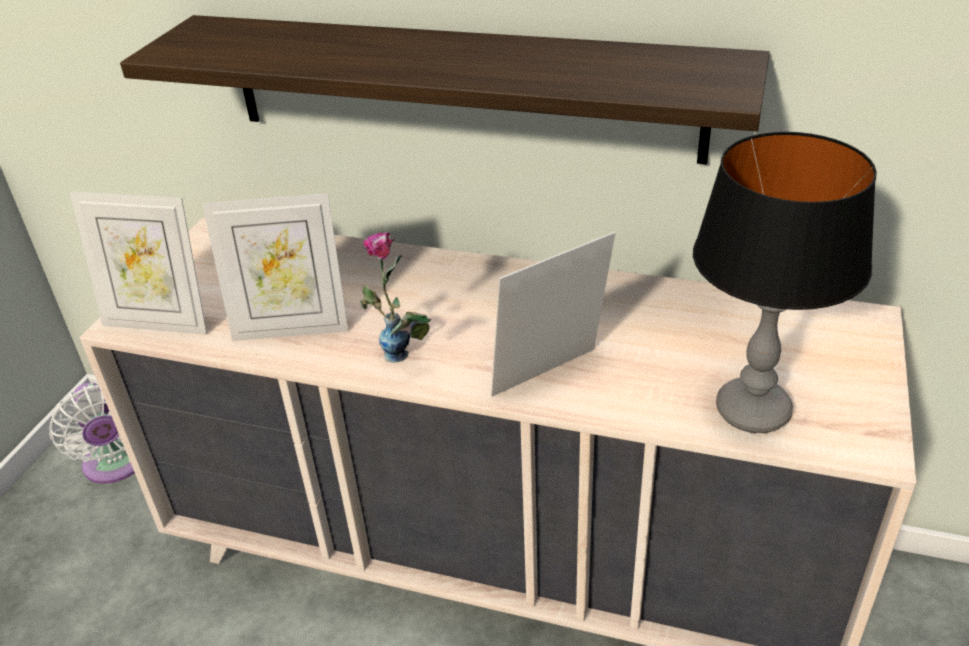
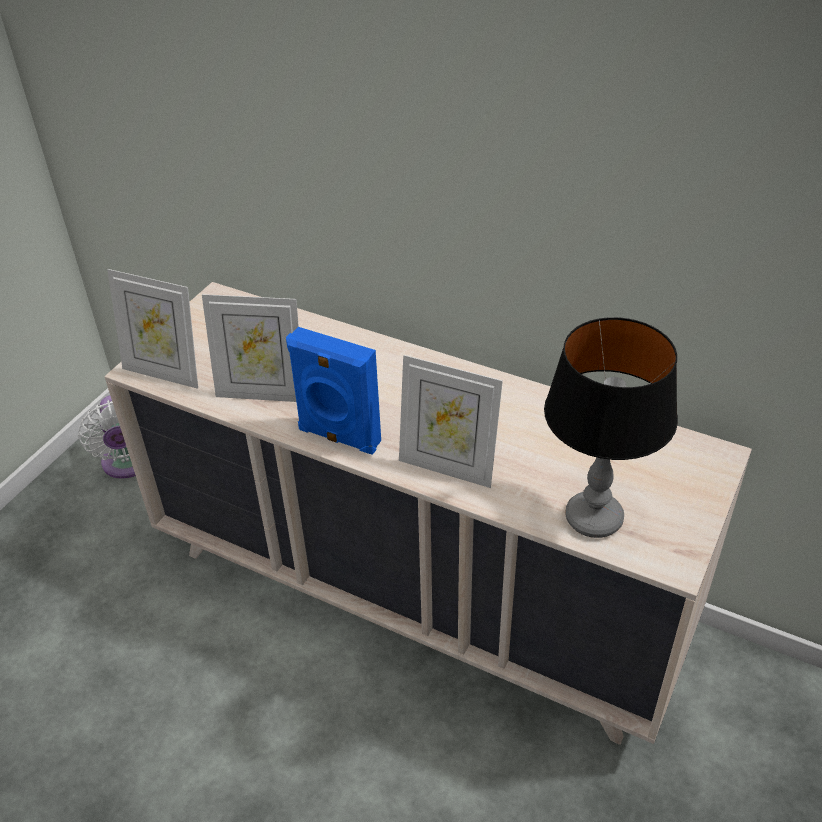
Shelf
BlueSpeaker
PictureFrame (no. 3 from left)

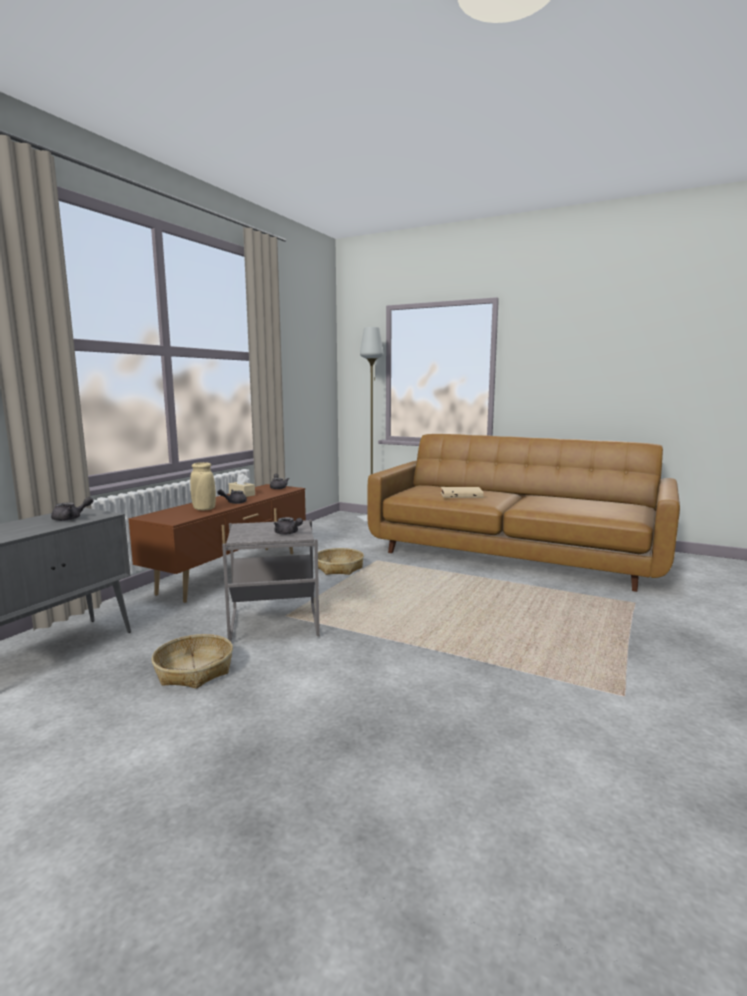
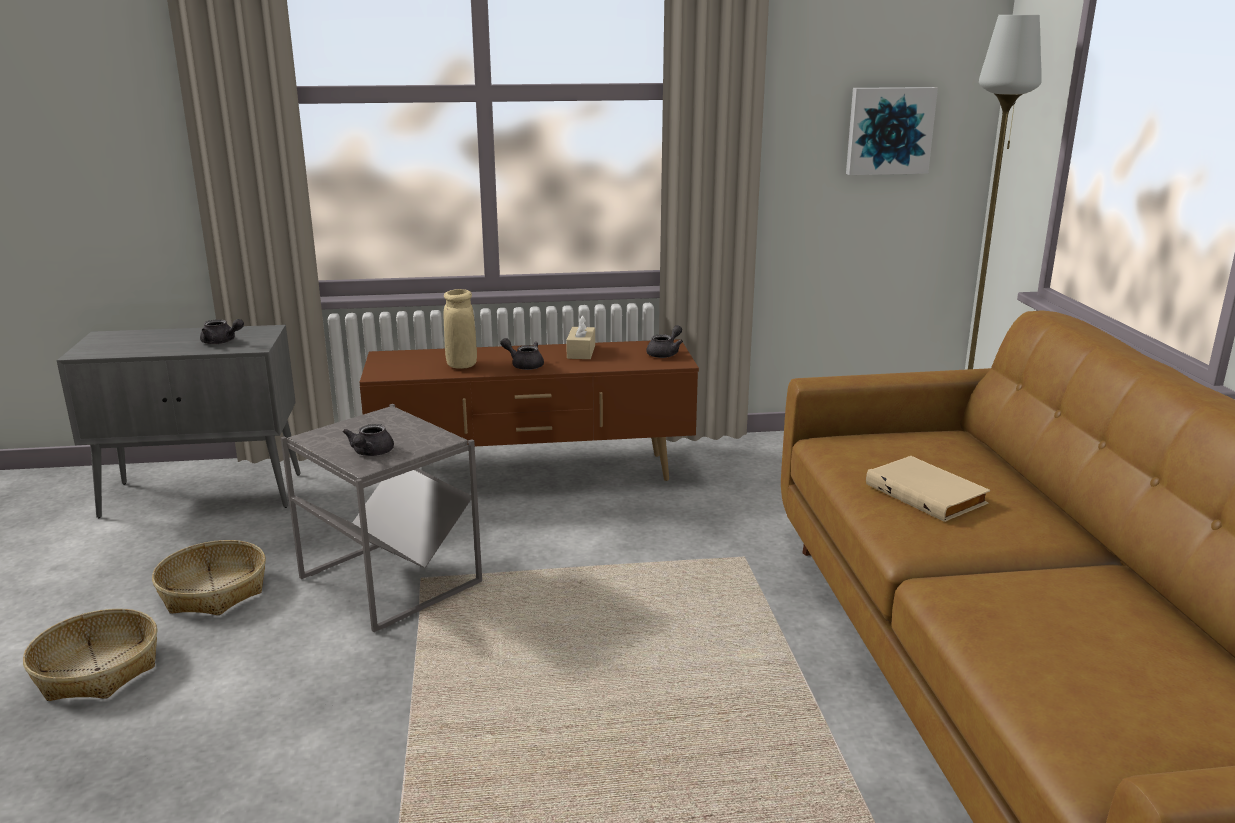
Basket (no. 1 from left)
Picture

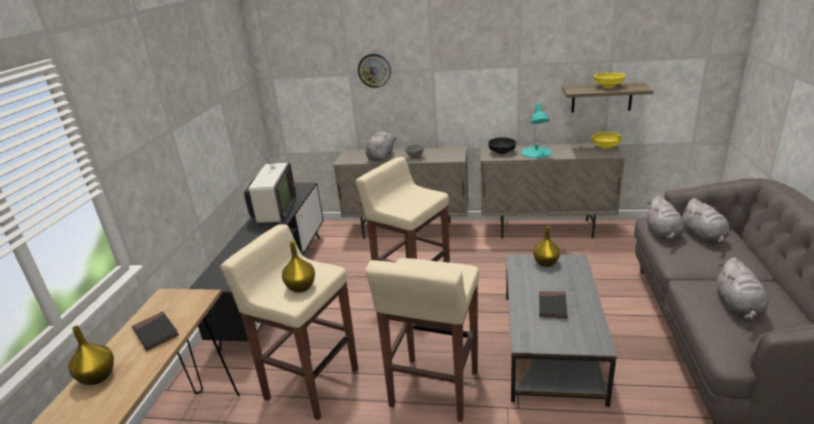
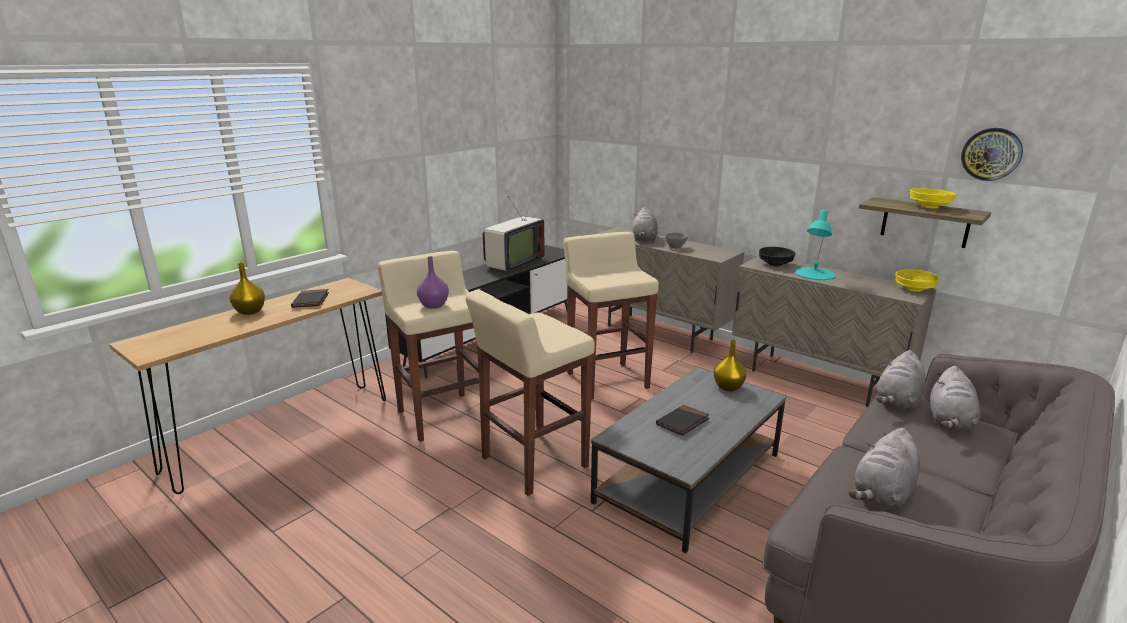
PurpleVase
WallClock
GreyPlushToy (no. 1 from left)

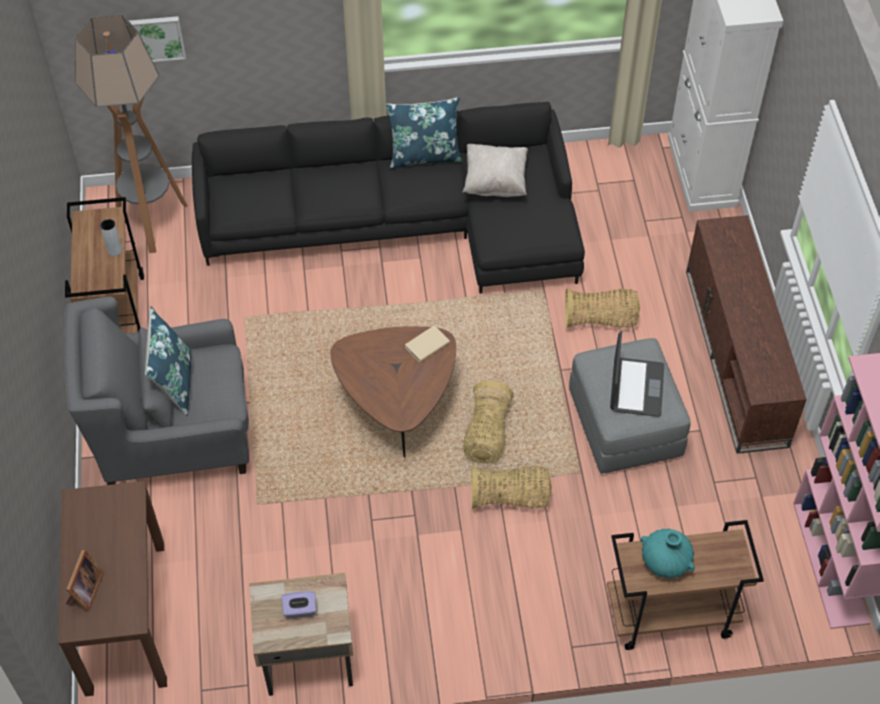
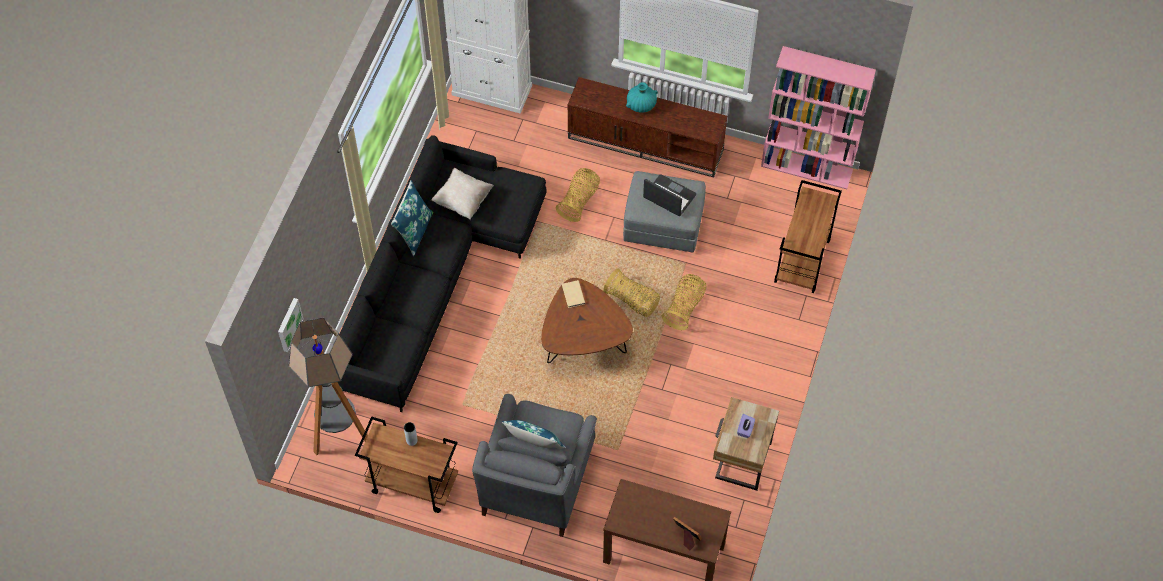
TurquoiseVase

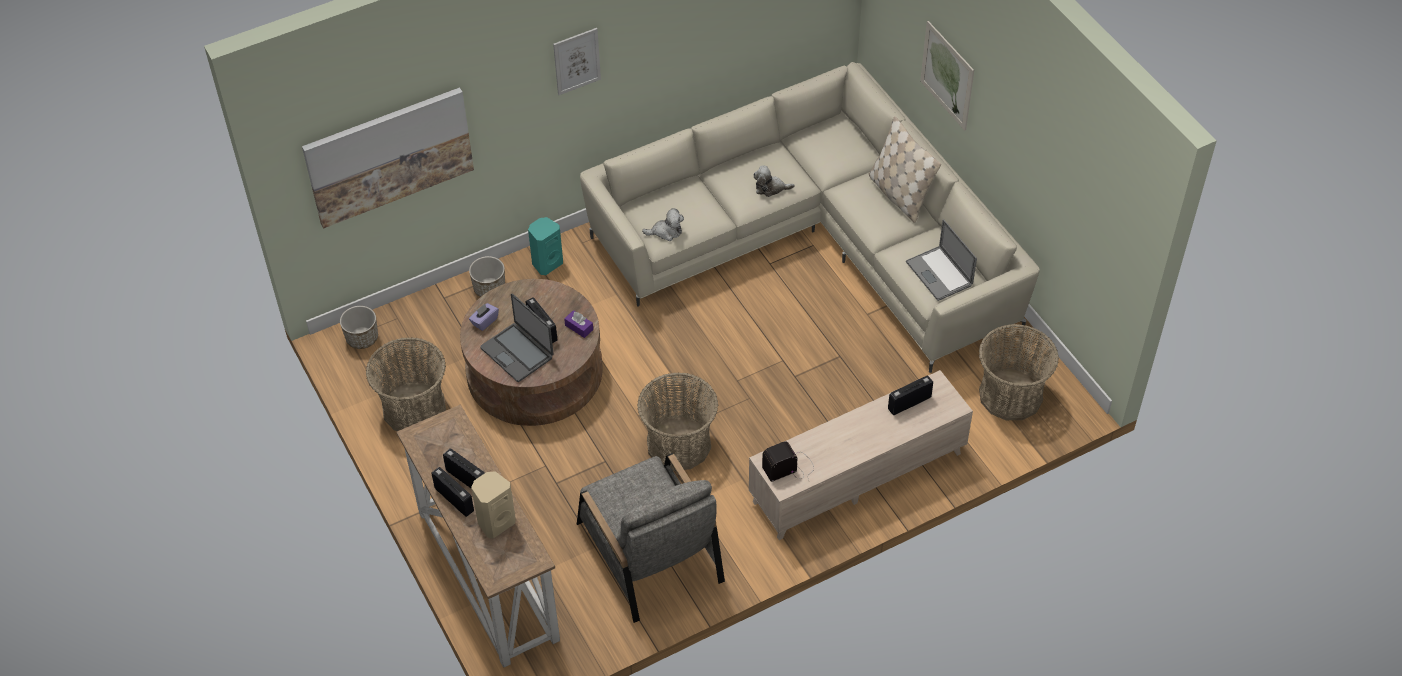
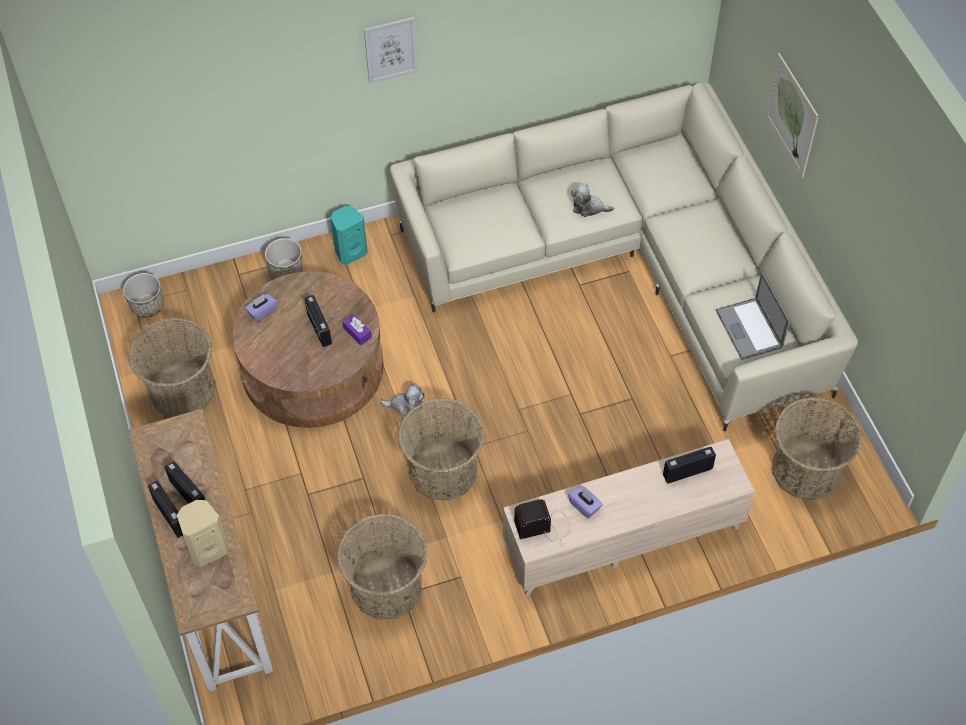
Picture (no. 1 from left in the first image)
Laptop (no. 1 from left in the first image)
Basket (no. 2 from left)
PlushToy (no. 1 from left)
BeigePillow
PurpleTissueBox (no. 3 from left)

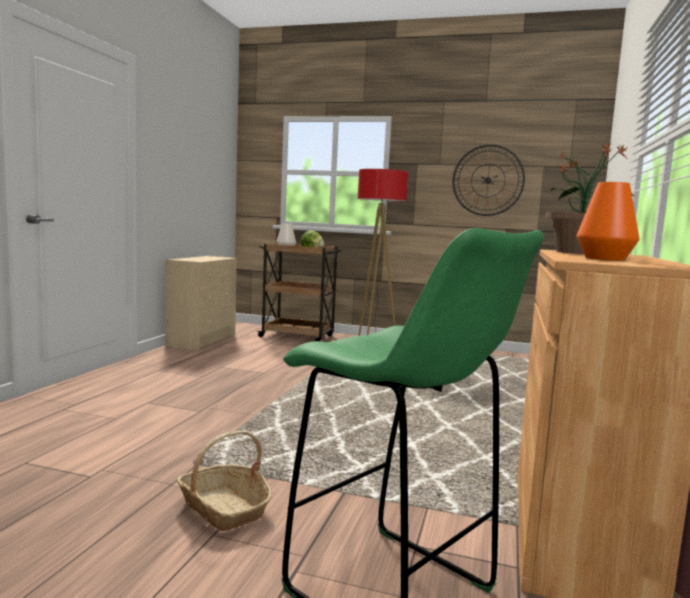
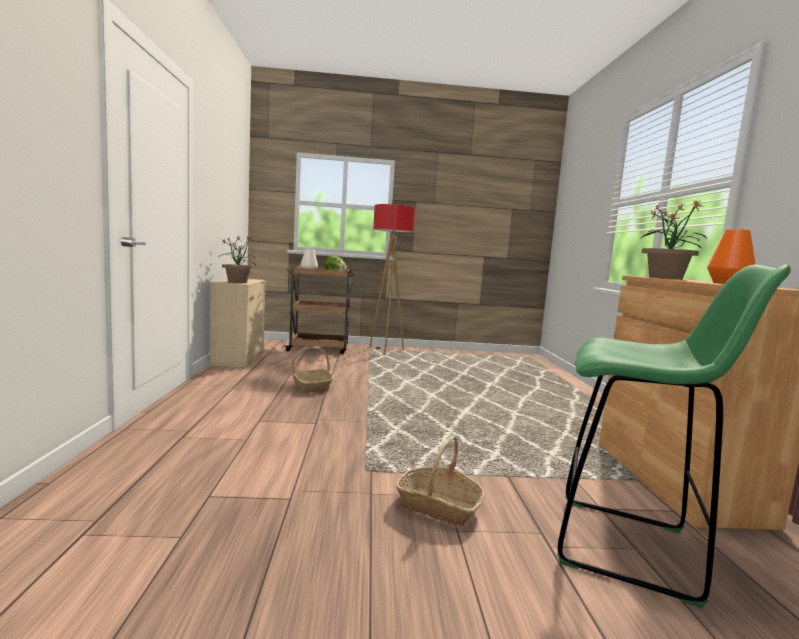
WallClock
PottedPlant (no. 1 from left)
Basket (no. 1 from left)

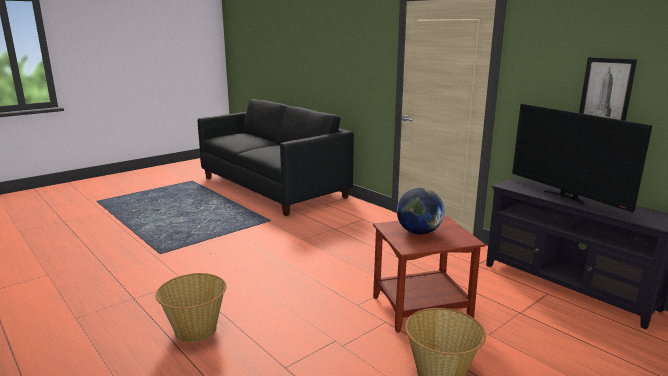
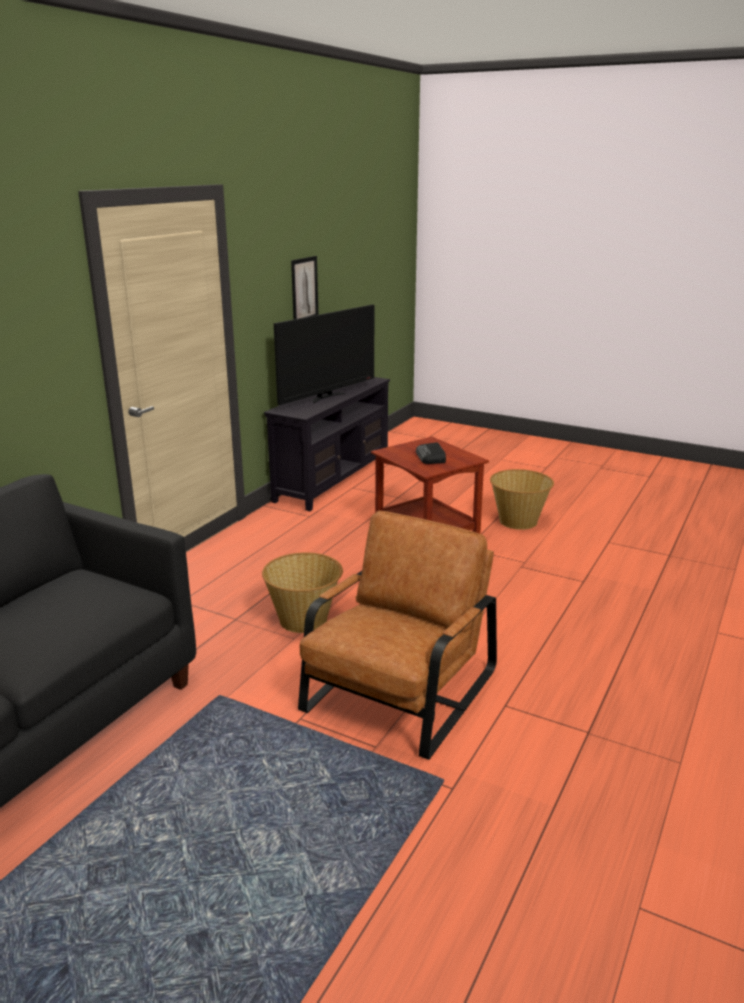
Basket (no. 1 from left)
Radio
BrownArmchair

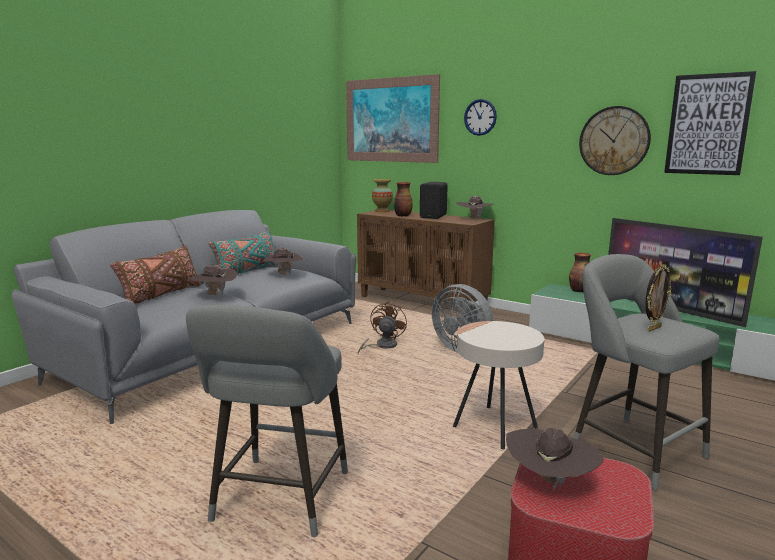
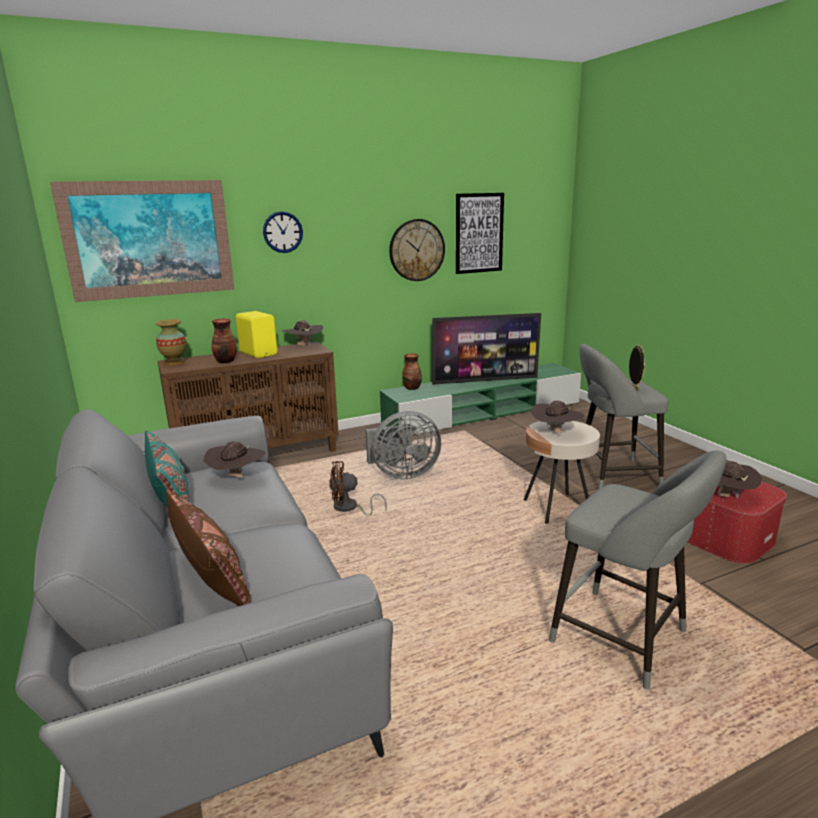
BrownHat (no. 3 from left)
BrownFan
YellowSpeaker

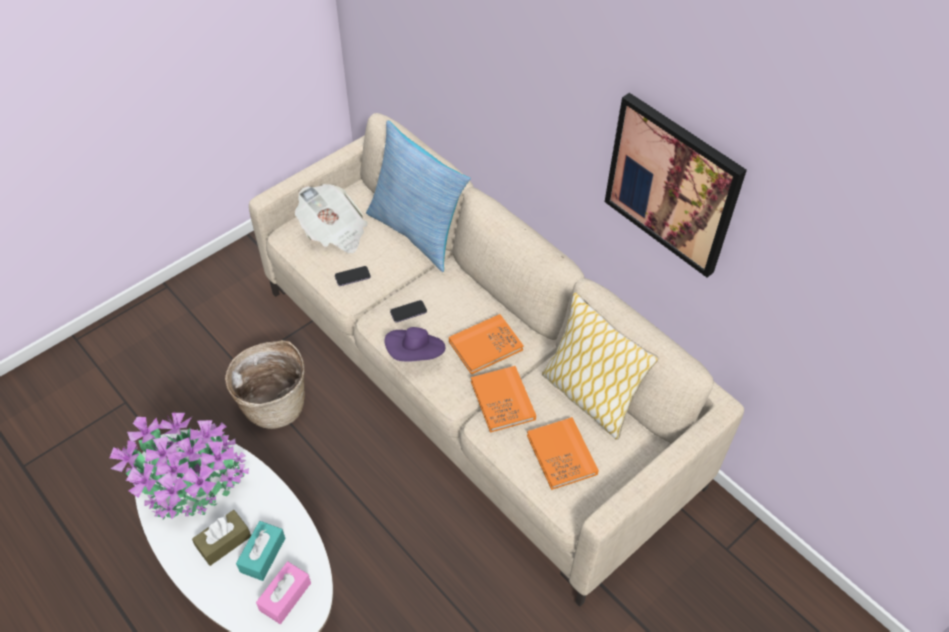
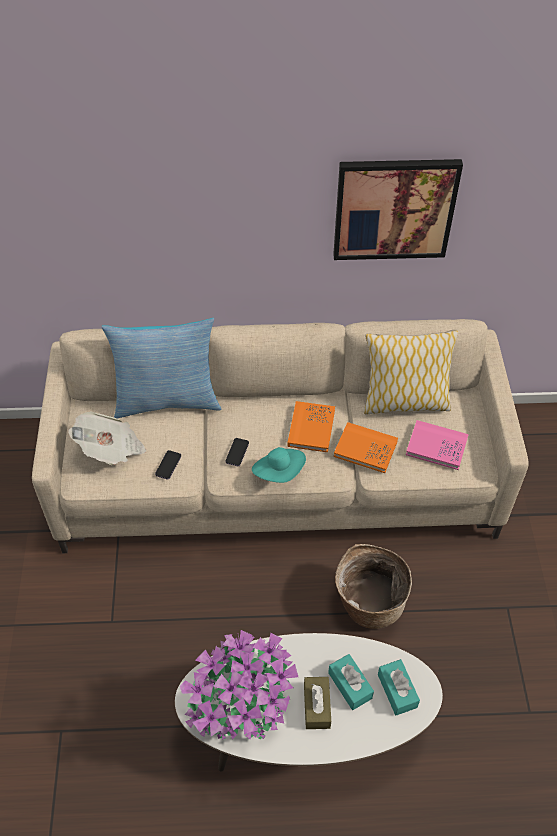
Basket
TurquoiseTissueBox (no. 2 from left)
TurquoiseHat
PinkBook

